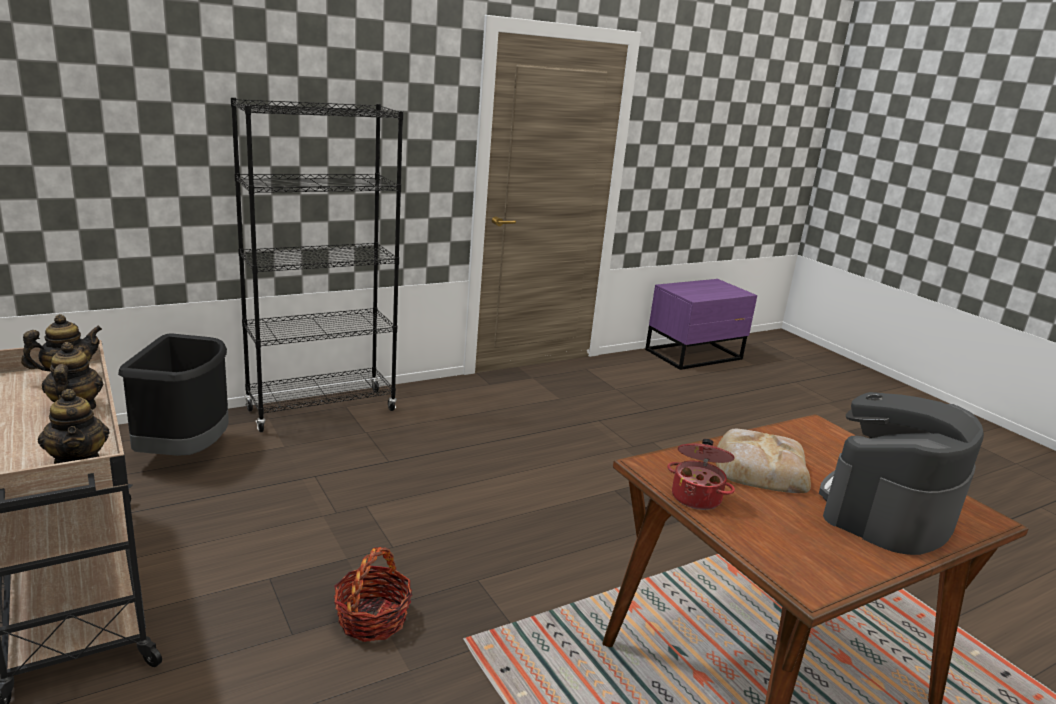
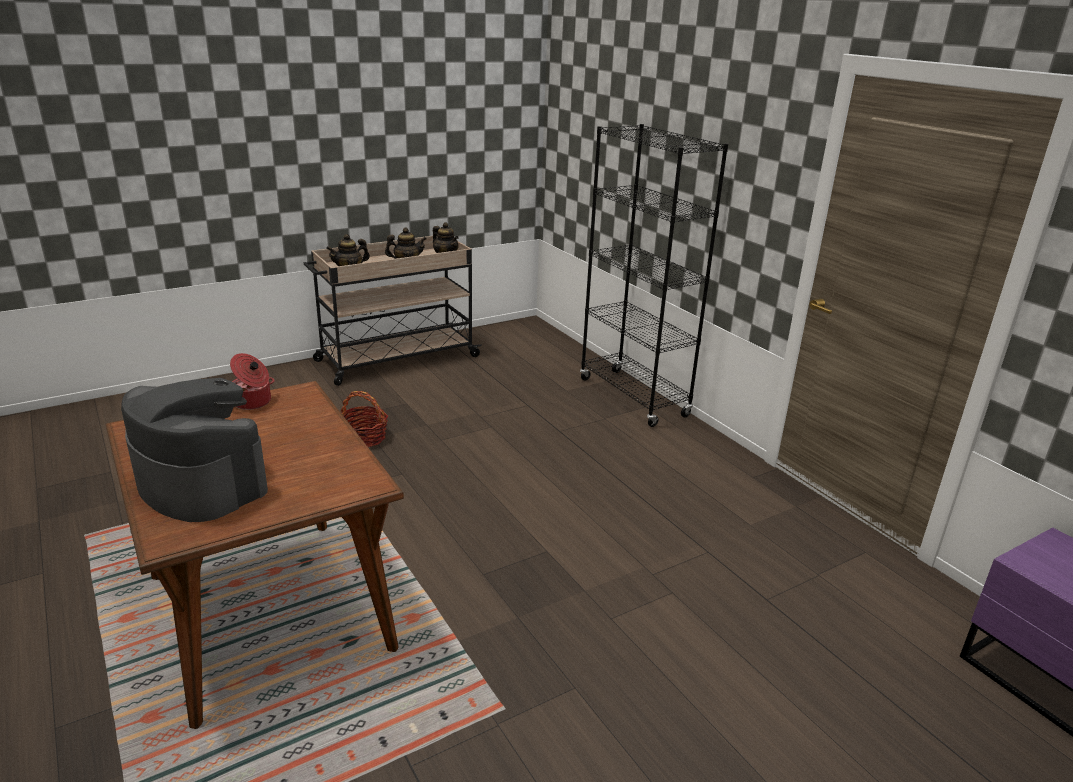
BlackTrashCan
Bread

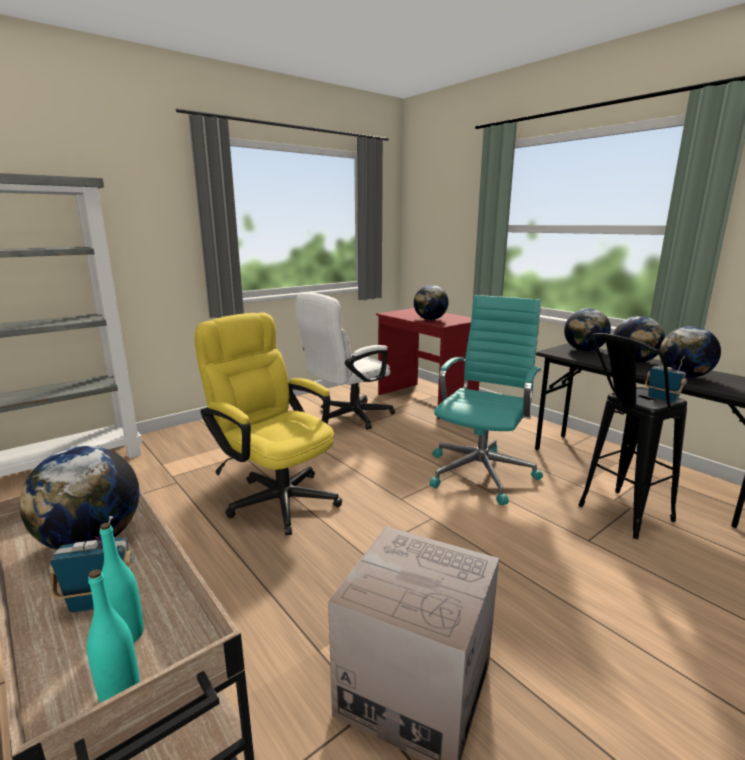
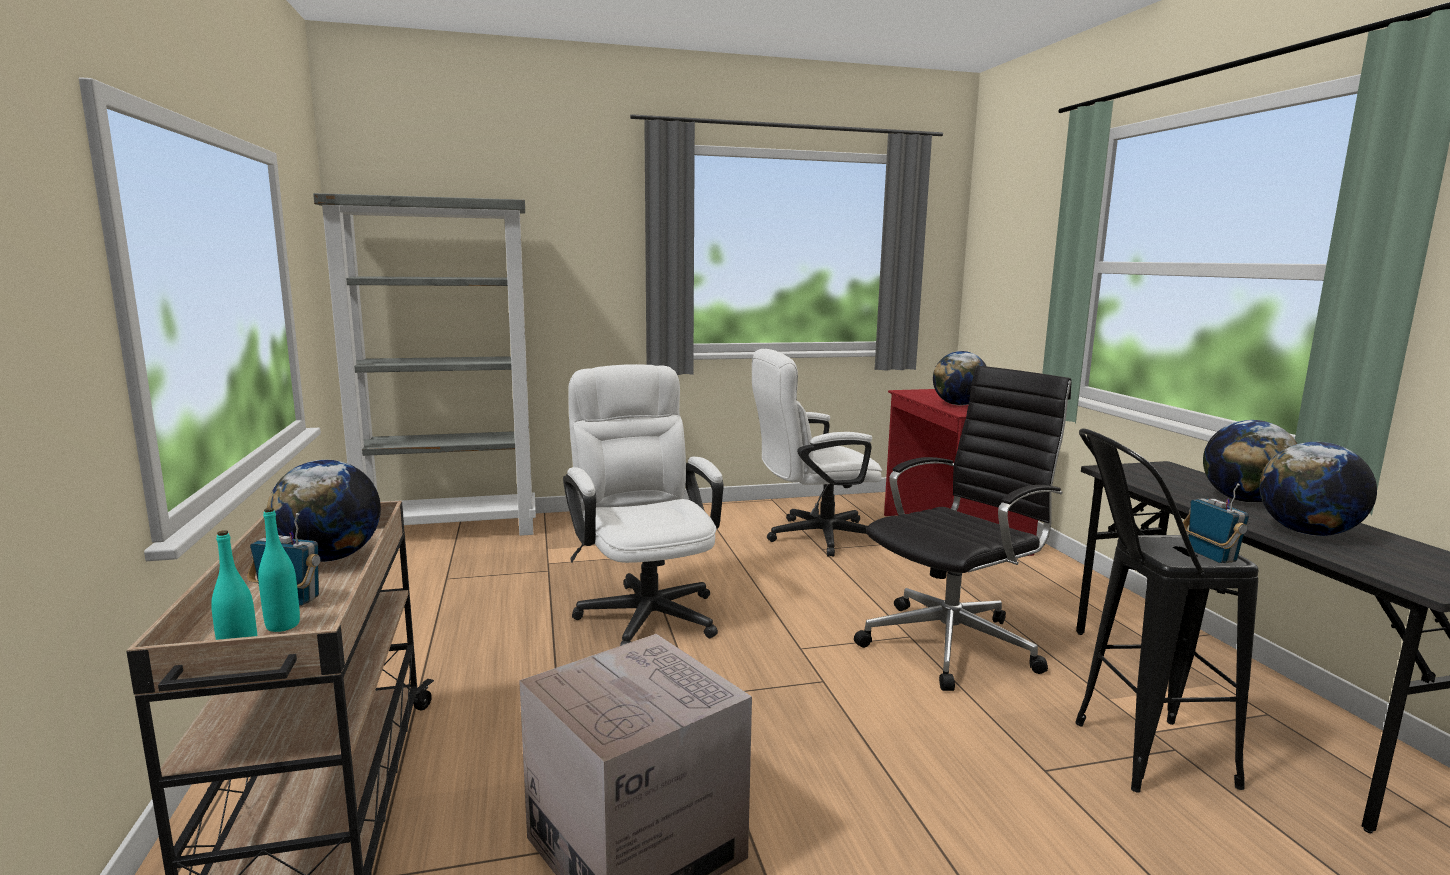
WhiteOfficeChair (no. 1 from left)
BlackOfficeChair
Globe (no. 3 from left in the first image)

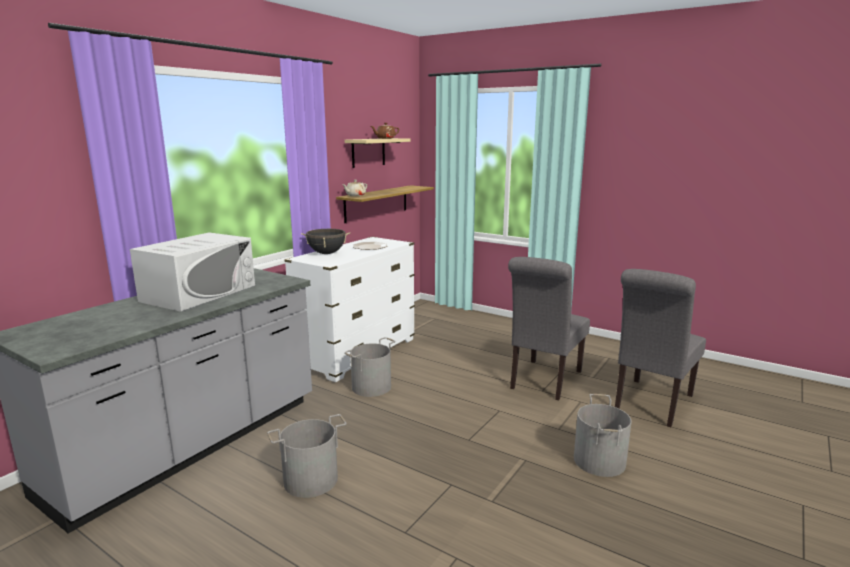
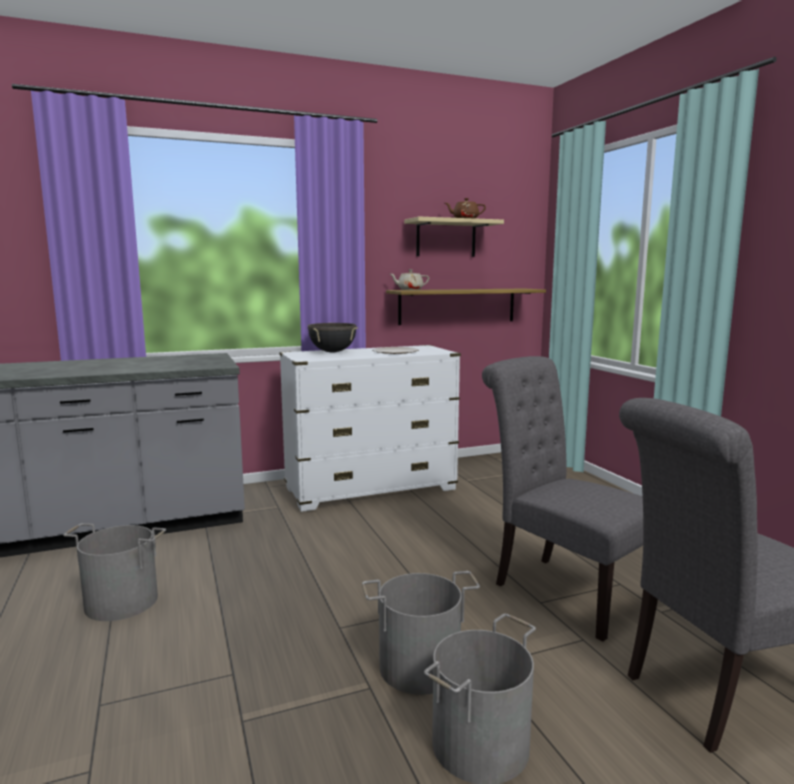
WhiteMicrowave
GreyBucket (no. 2 from left)
GreyChair (no. 1 from left)

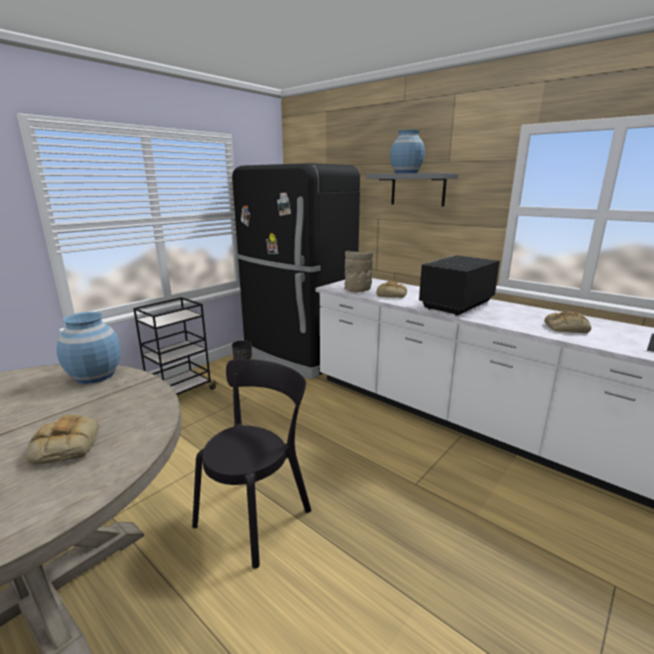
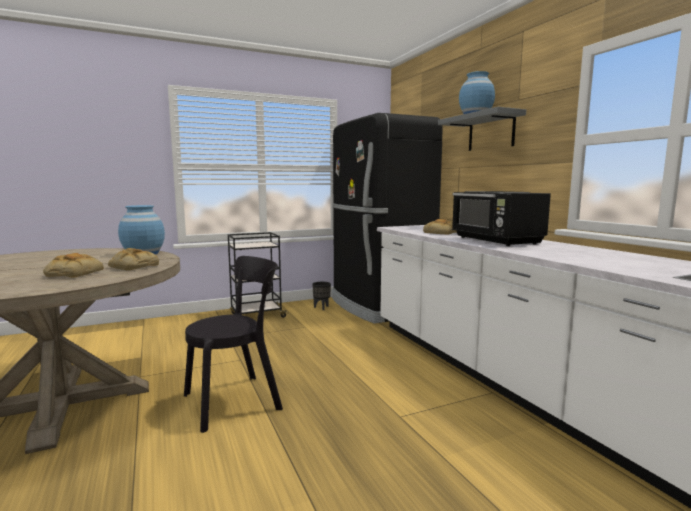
BeigeVase
BlackMicrowave
Bread (no. 2 from left)

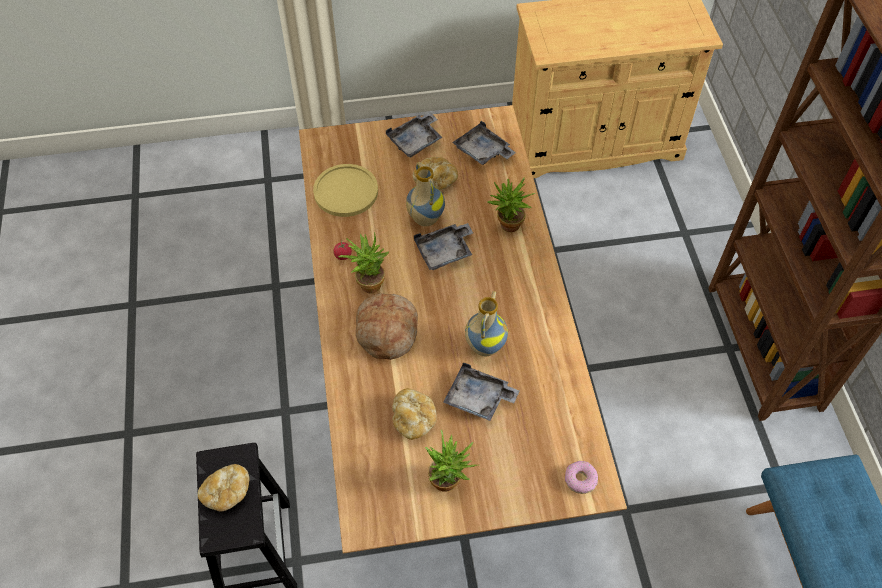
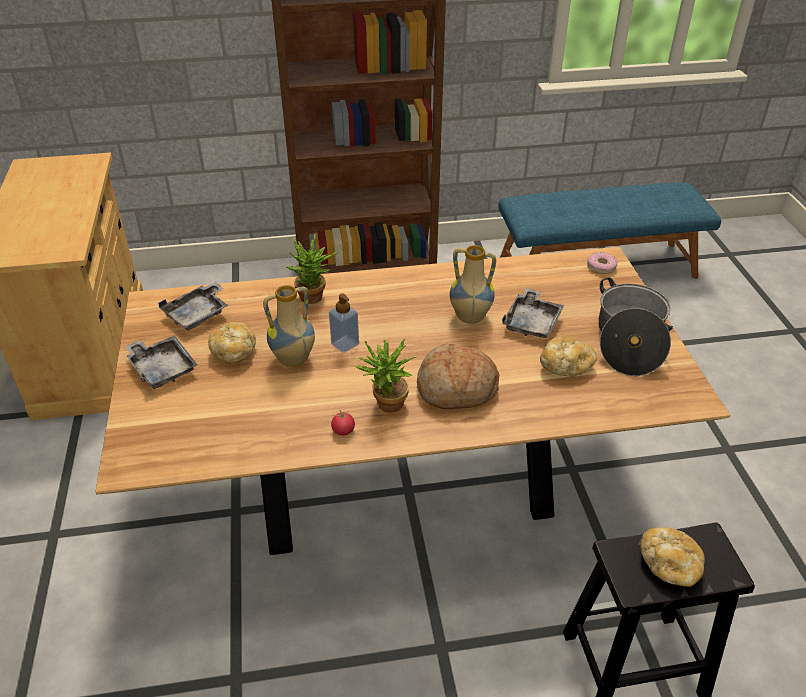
YellowPlate
SoapDispenser
CookingPot

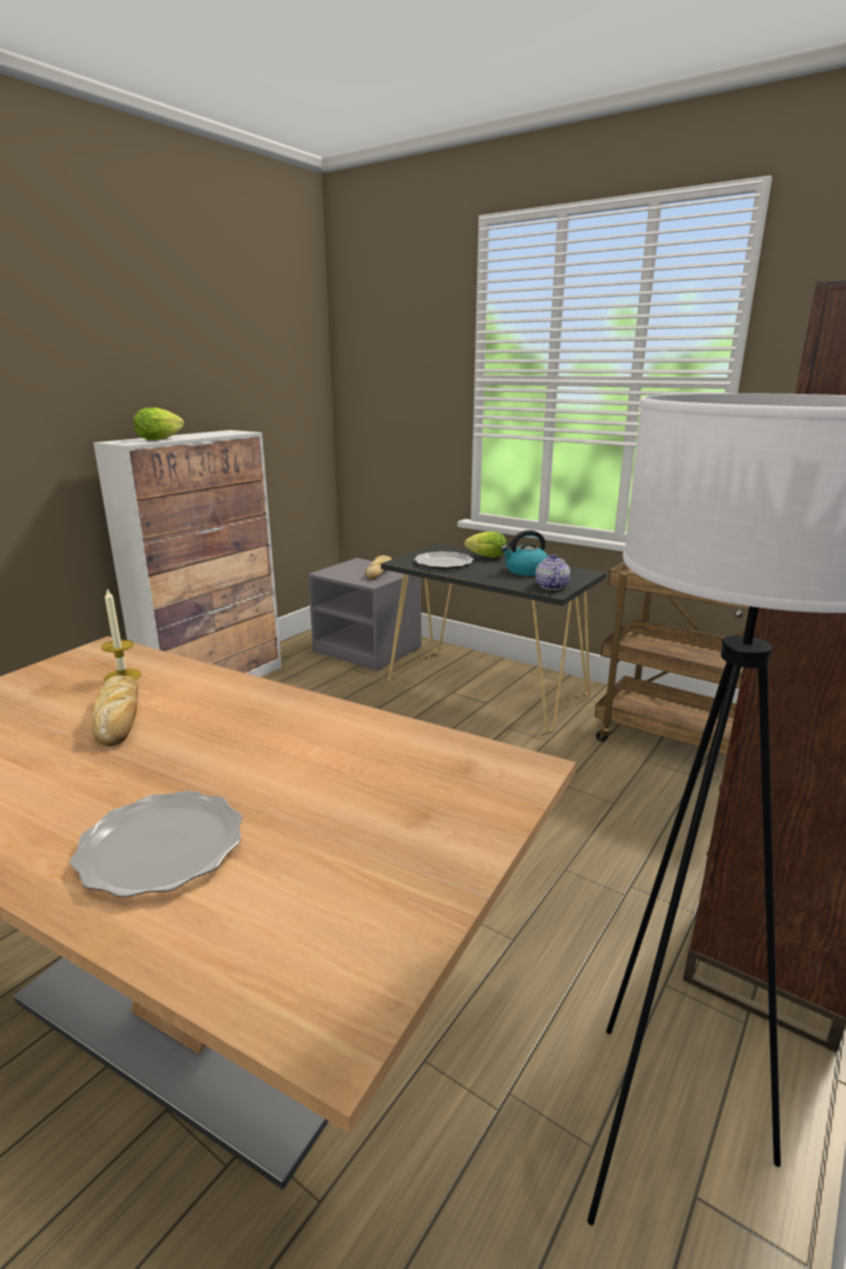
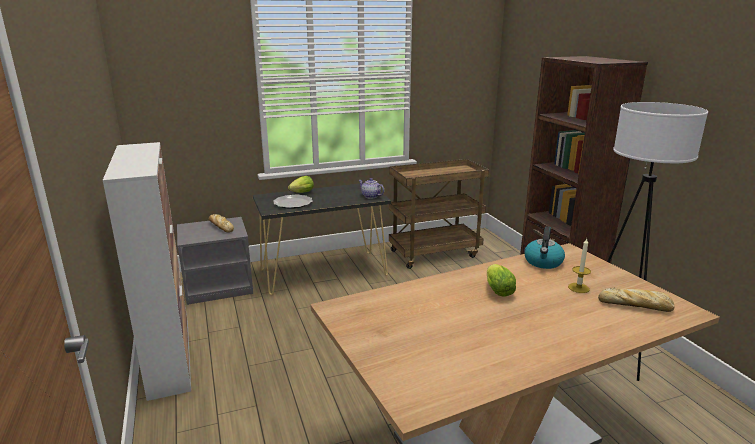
Plate (no. 1 from left in the first image)
Bread (no. 2 from left)
Candle
Lettuce (no. 2 from left)
Kettle

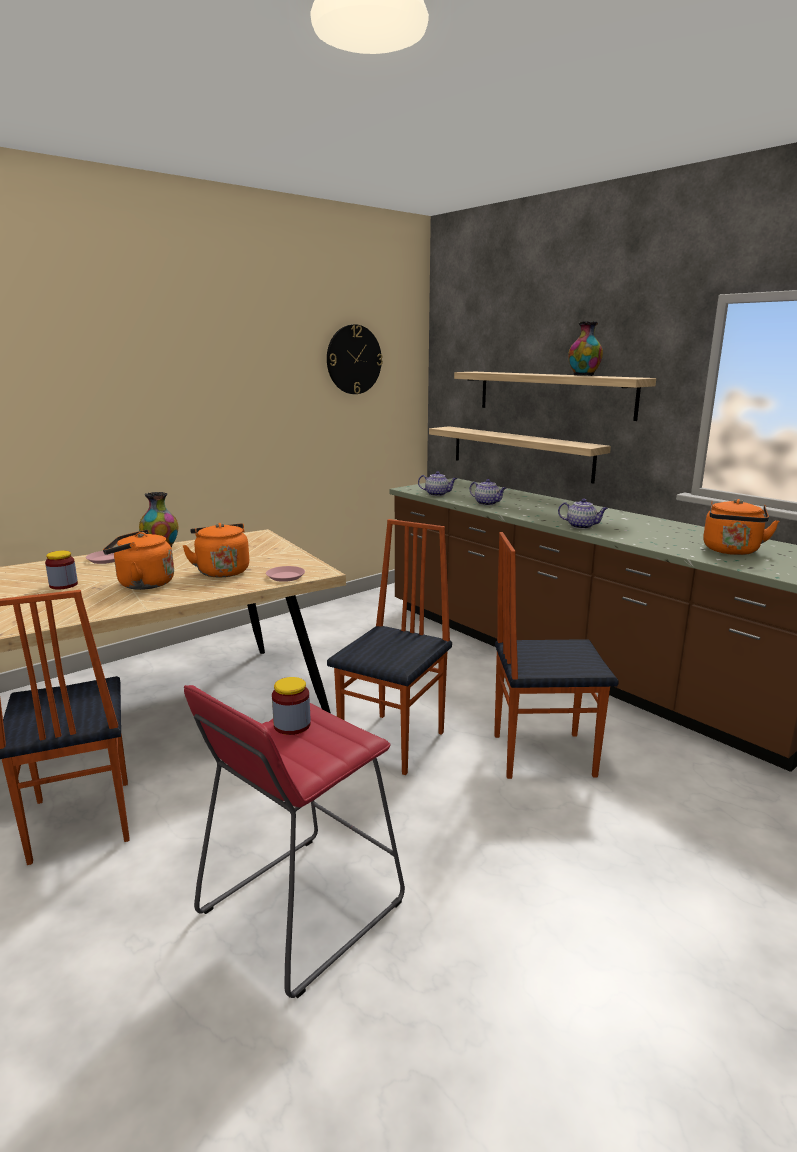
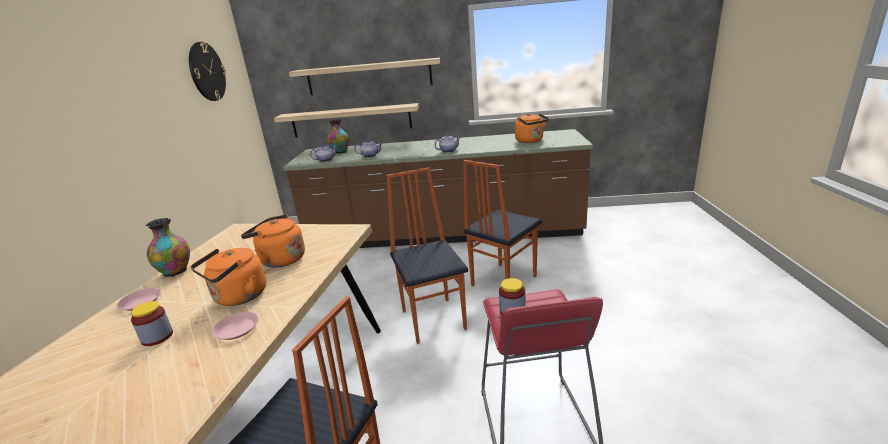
PinkPlate (no. 2 from left)
Vase (no. 2 from left)

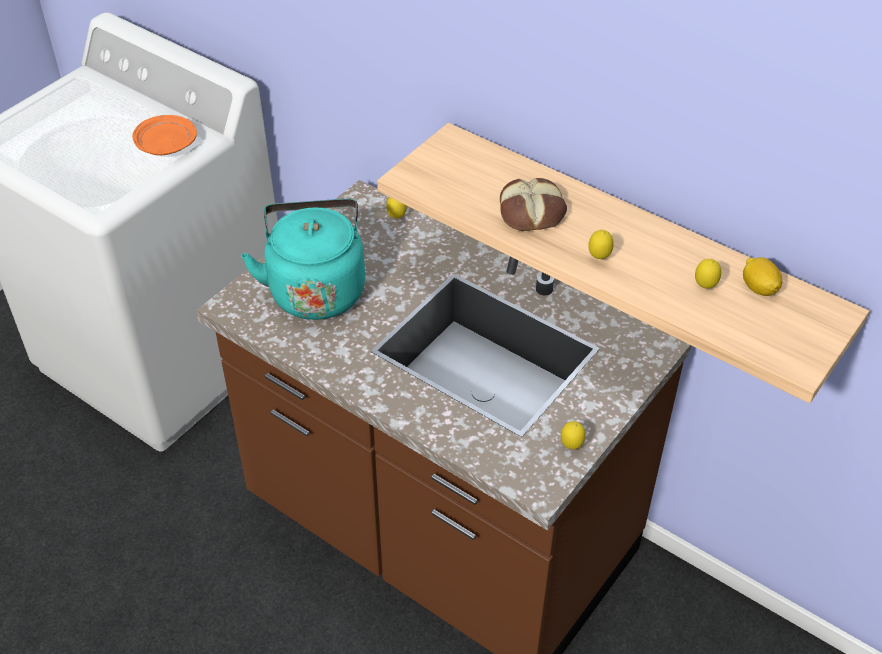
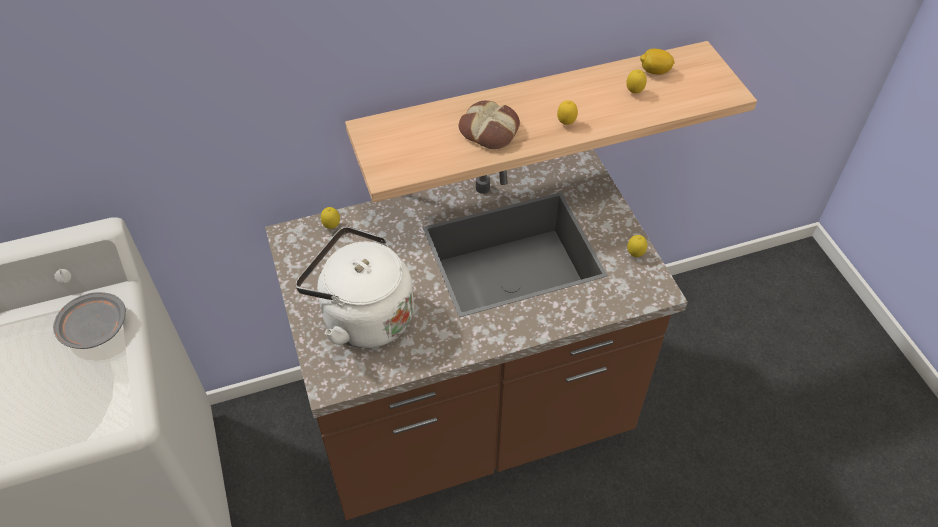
GreyPlate
WhiteKettle

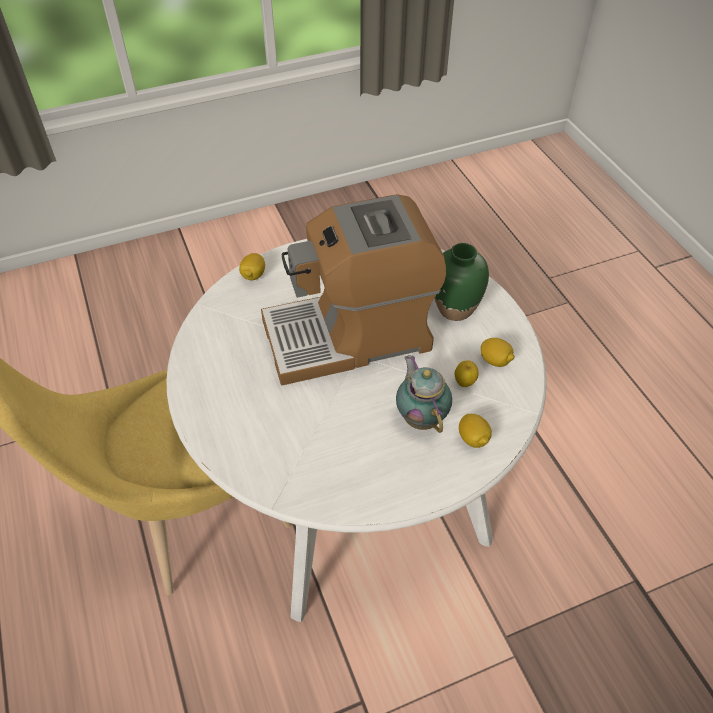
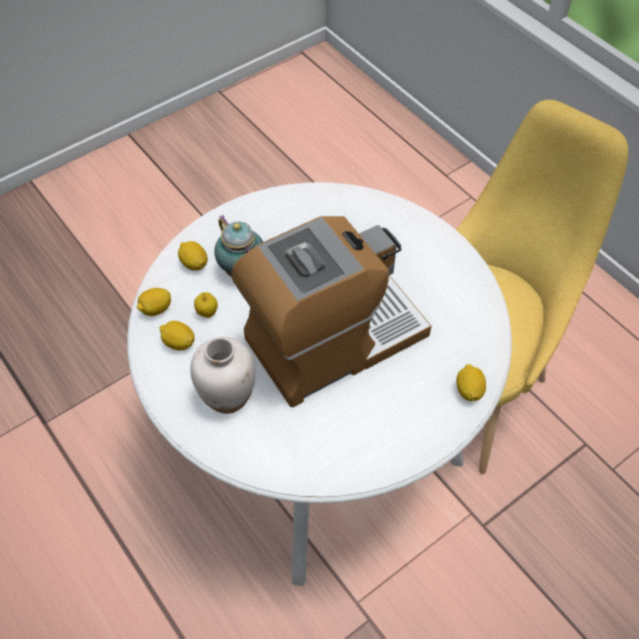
WhiteVase
Lemon (no. 1 from left)

